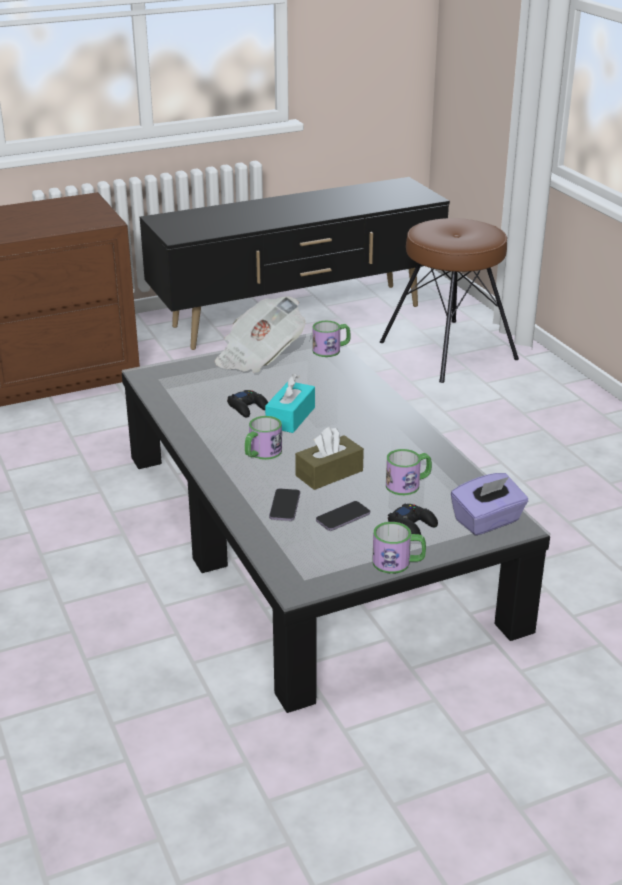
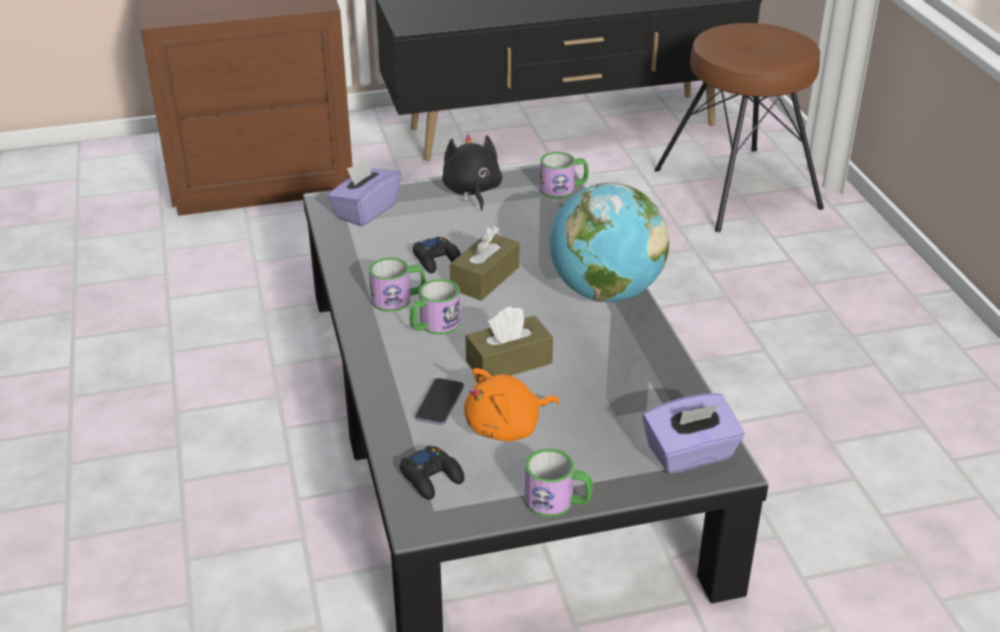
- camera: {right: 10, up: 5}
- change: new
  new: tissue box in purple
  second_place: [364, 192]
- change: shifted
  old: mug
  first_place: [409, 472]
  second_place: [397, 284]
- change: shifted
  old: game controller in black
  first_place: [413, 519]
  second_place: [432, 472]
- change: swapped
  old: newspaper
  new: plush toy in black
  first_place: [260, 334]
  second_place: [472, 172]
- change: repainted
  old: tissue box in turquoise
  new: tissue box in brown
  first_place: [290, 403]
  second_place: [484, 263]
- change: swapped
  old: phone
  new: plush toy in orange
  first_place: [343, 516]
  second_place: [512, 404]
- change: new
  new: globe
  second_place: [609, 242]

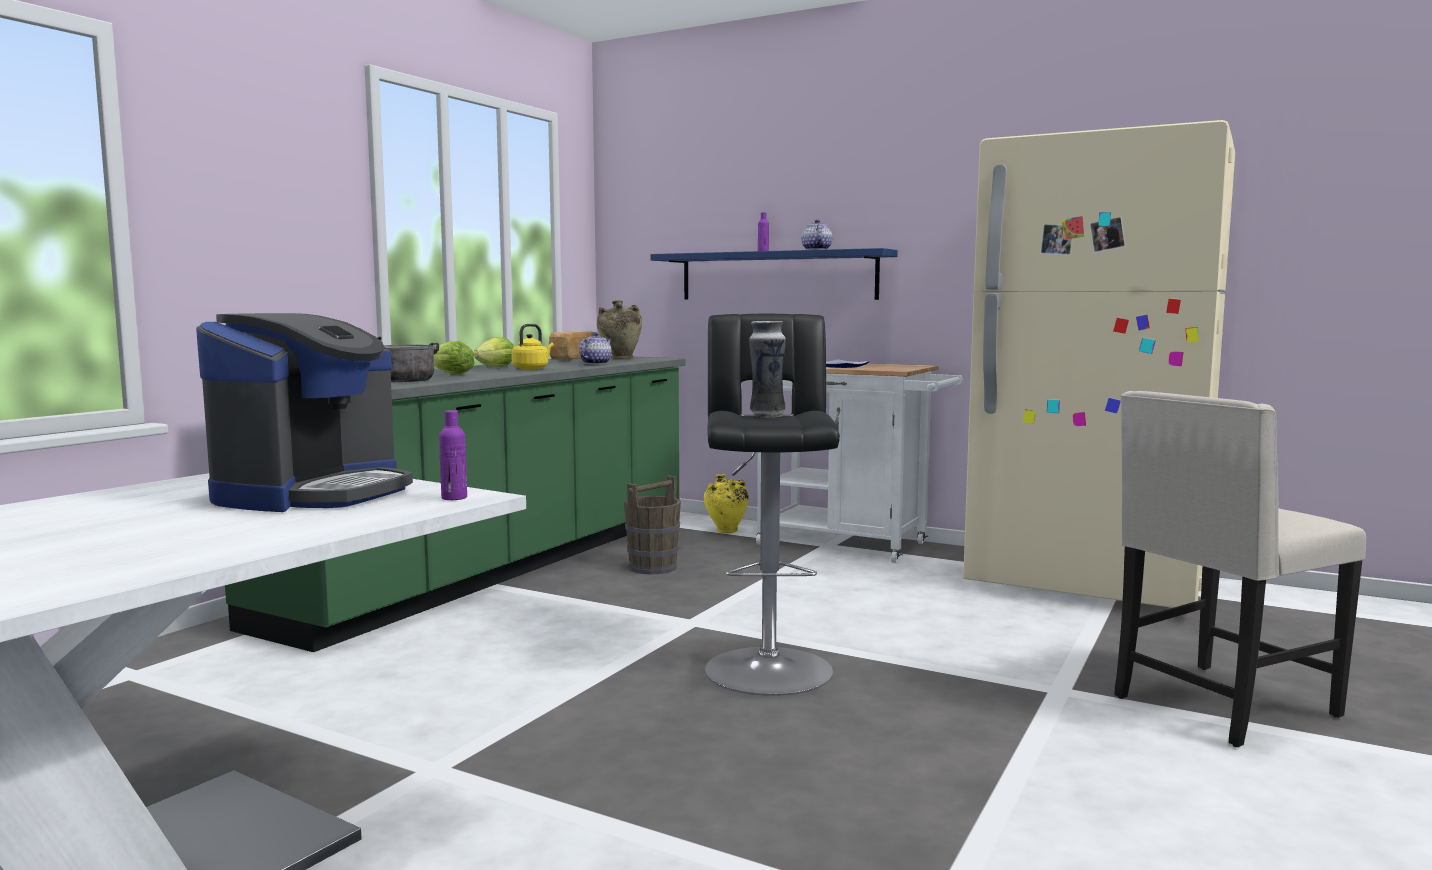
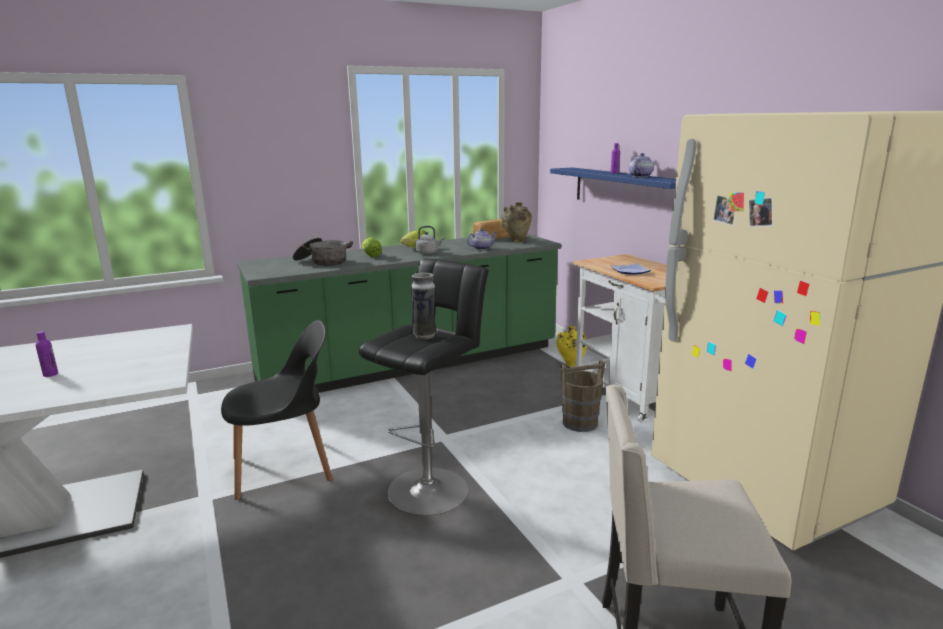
- camera: {right: 35, up: 10}
- change: shifted
  old: bottle in purple
  first_place: [453, 455]
  second_place: [47, 354]
- change: new
  new: chair in black
  second_place: [276, 410]
- change: repainted
  old: kettle in yellow
  new: kettle in grey
  first_place: [532, 347]
  second_place: [429, 240]
- change: shifted
  old: bucket in brown
  first_place: [652, 525]
  second_place: [582, 396]
- change: gone
  old: coffee machine
  first_place: [304, 412]

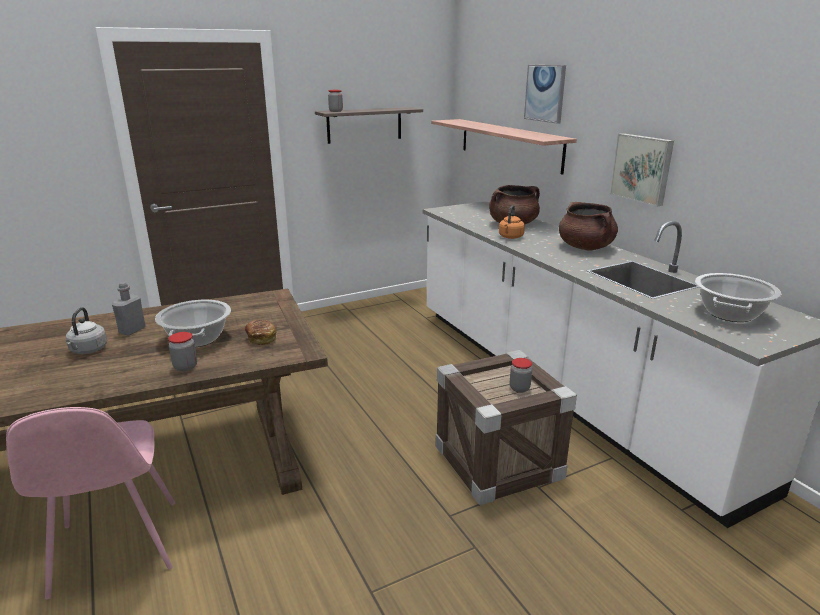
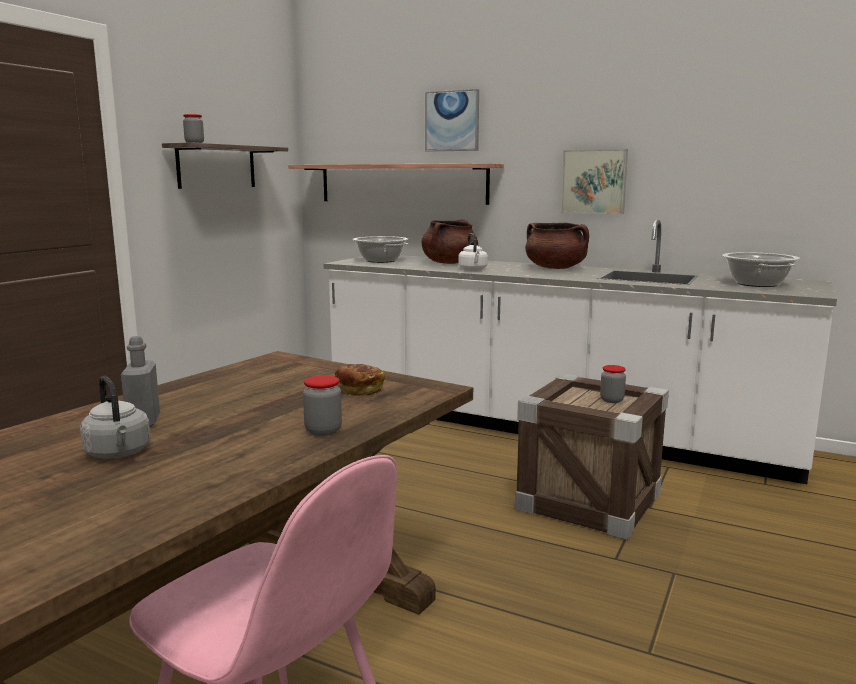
- camera: {right: -35, up: -10}
- change: shifted
  old: cooking pot
  first_place: [193, 323]
  second_place: [381, 249]
- change: repainted
  old: kettle in orange
  new: kettle in white
  first_place: [512, 222]
  second_place: [473, 252]

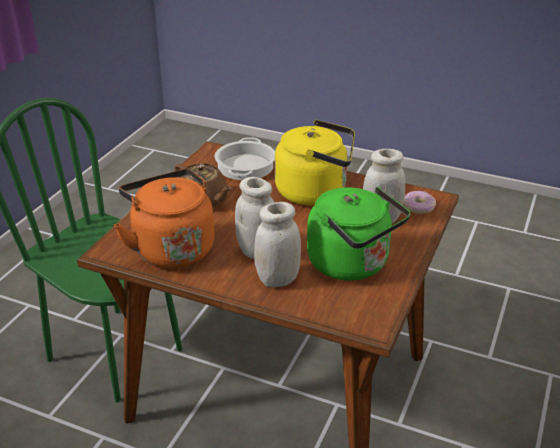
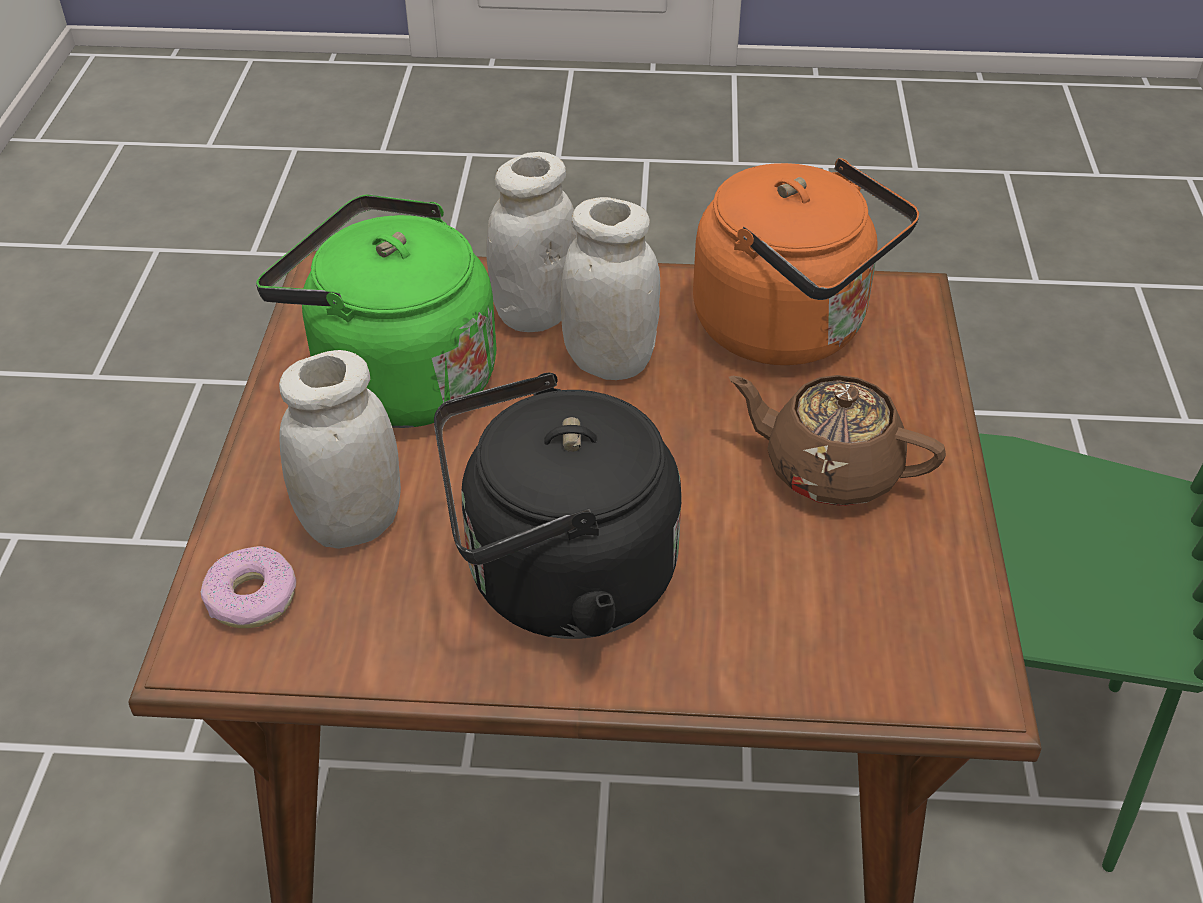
- camera: {right: 160, up: 10}
- change: repainted
  old: kettle in yellow
  new: kettle in black
  first_place: [315, 162]
  second_place: [558, 506]
- change: gone
  old: cooking pot
  first_place: [245, 158]

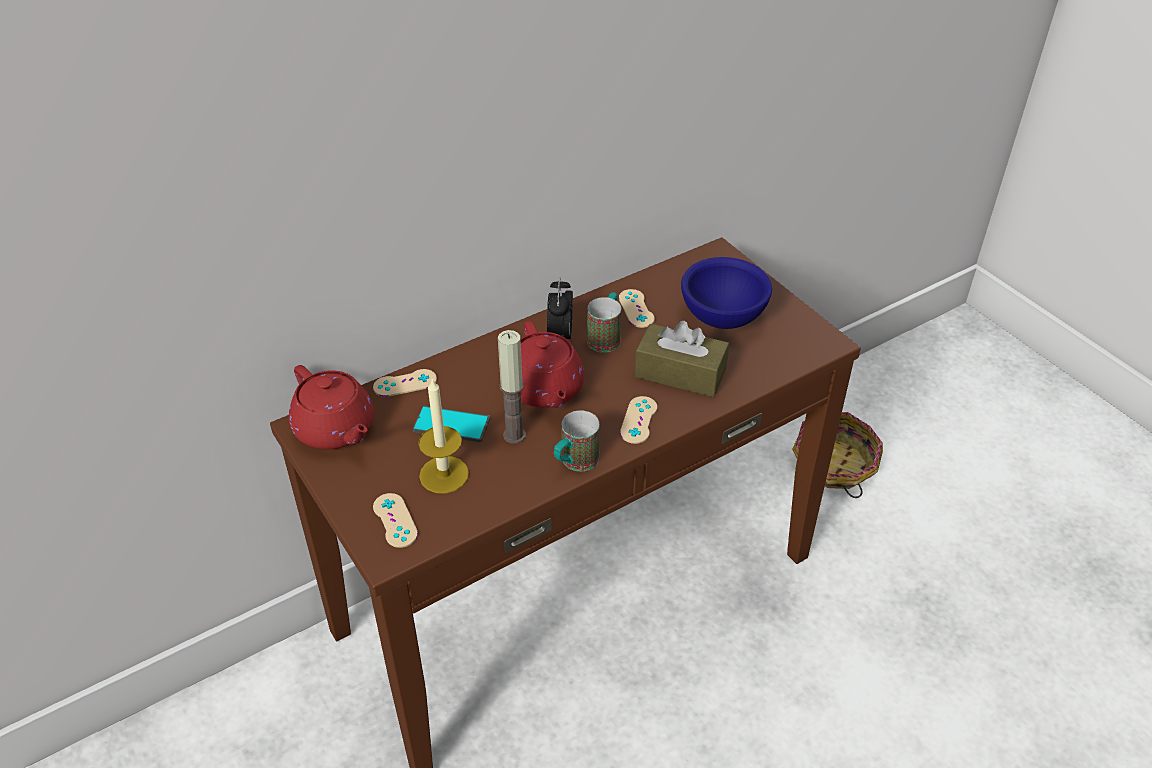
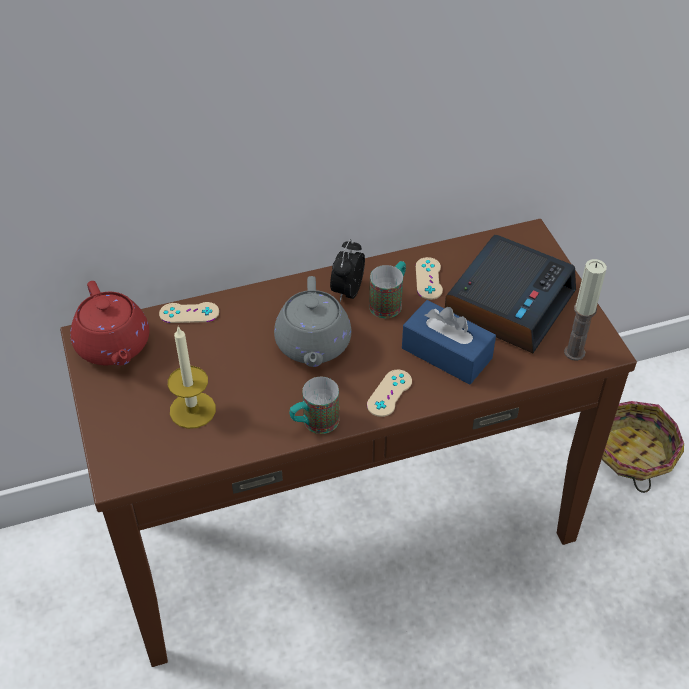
- camera: {right: 15, up: 5}
- change: repainted
  old: teapot in red
  new: teapot in grey
  first_place: [552, 364]
  second_place: [312, 321]
- change: repainted
  old: tissue box in brown
  new: tissue box in blue
  first_place: [682, 359]
  second_place: [449, 342]
- change: swapped
  old: bowl in blue
  new: alarm clock
  first_place: [726, 293]
  second_place: [510, 294]
- change: shifted
  old: candle
  first_place: [512, 387]
  second_place: [585, 310]
- change: gone
  old: game controller in beige
  first_place: [395, 520]
- change: gone
  old: phone
  first_place: [451, 424]

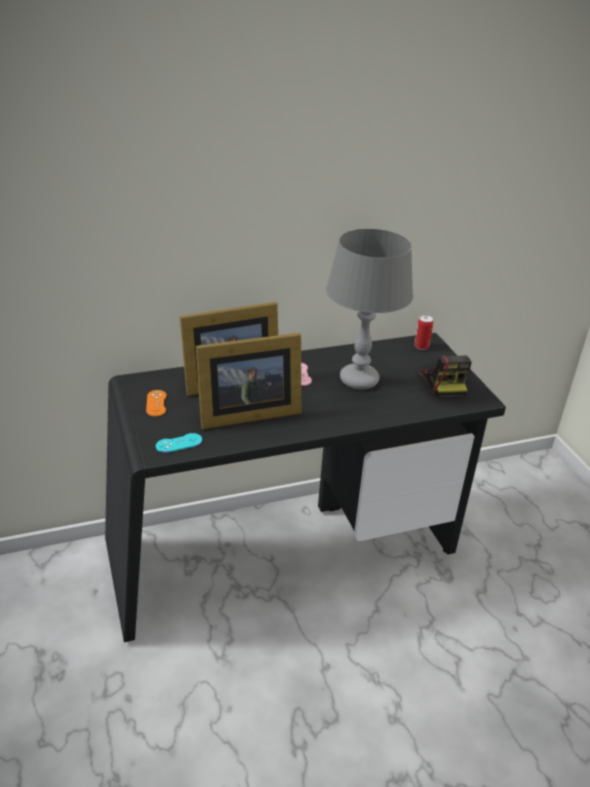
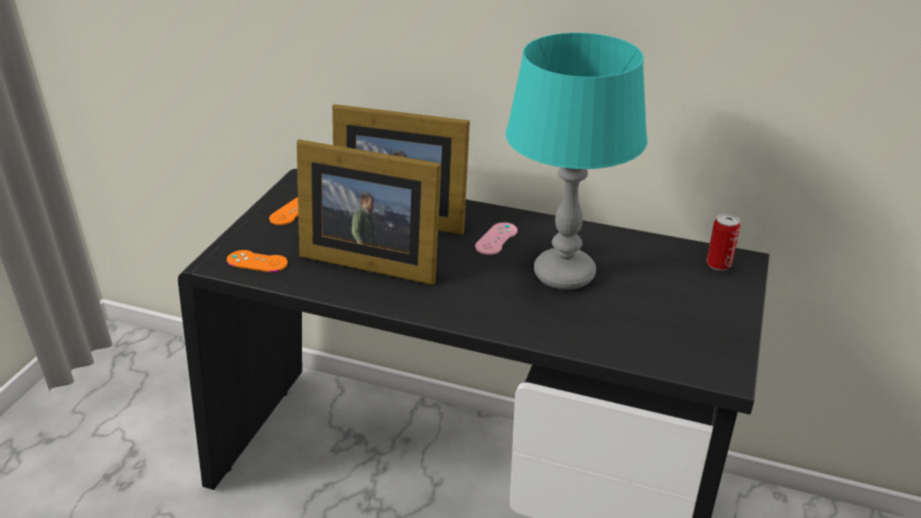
- camera: {right: 40, up: 0}
- change: repainted
  old: game controller in turquoise
  new: game controller in orange
  first_place: [179, 443]
  second_place: [257, 261]
- change: repainted
  old: table lamp in grey
  new: table lamp in turquoise
  first_place: [369, 309]
  second_place: [576, 161]
- change: gone
  old: photo camera
  first_place: [445, 377]

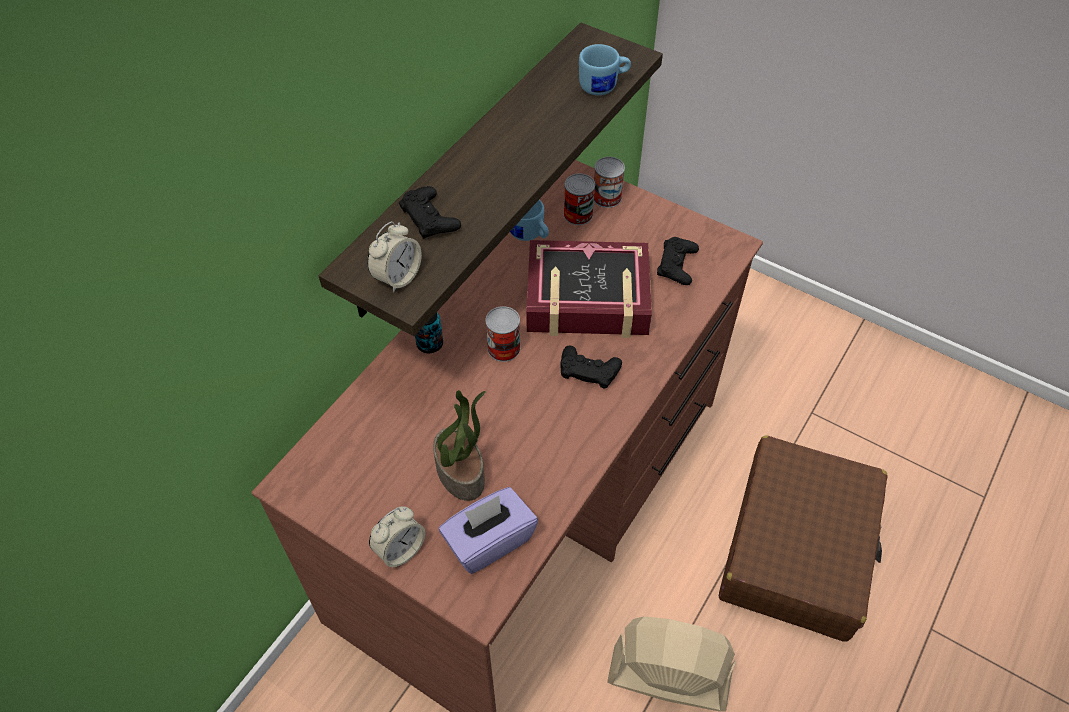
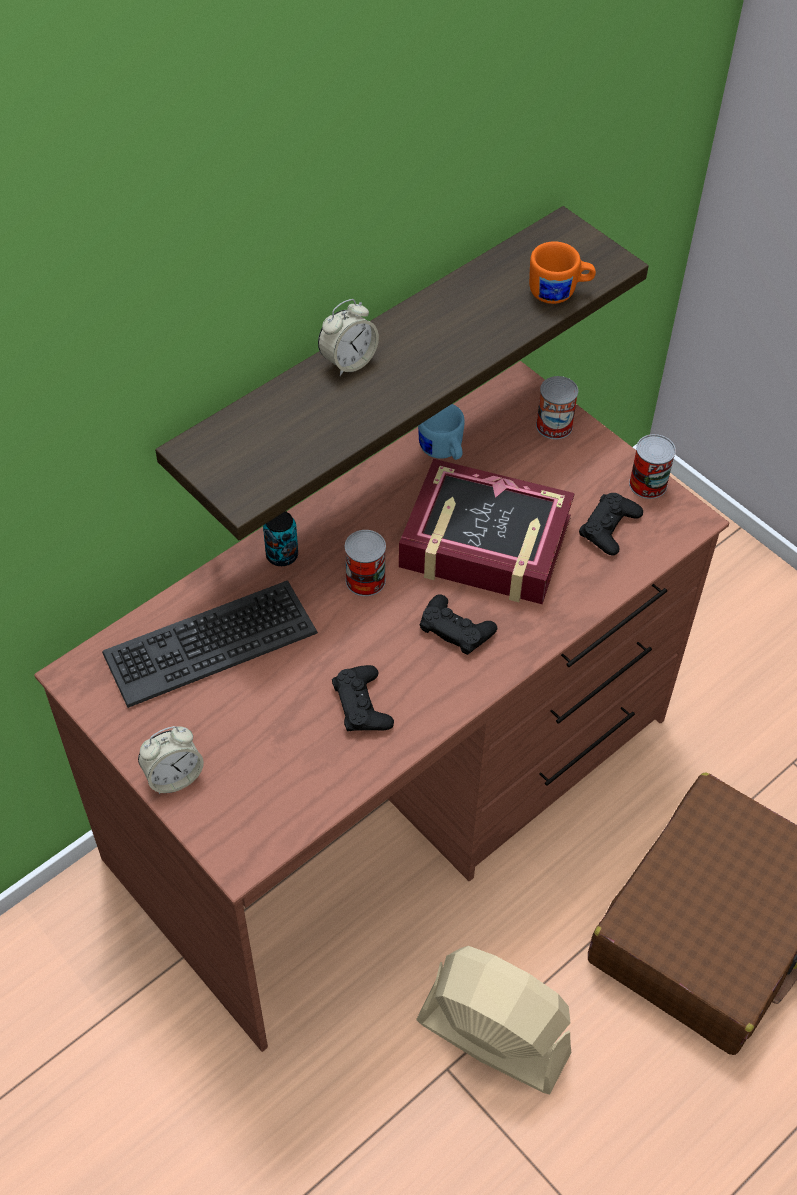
- camera: {right: 15, up: 0}
- change: new
  new: keyboard
  second_place: [210, 644]
- change: shifted
  old: alarm clock
  first_place: [394, 257]
  second_place: [348, 337]
- change: shifted
  old: game controller in black
  first_place: [430, 212]
  second_place: [363, 698]
- change: repainted
  old: mug in blue
  new: mug in orange
  first_place: [605, 69]
  second_place: [562, 272]
- change: shifted
  old: can
  first_place: [579, 199]
  second_place: [652, 466]
- change: gone
  old: potted plant
  first_place: [459, 445]
- change: gone
  old: tissue box in purple
  first_place: [488, 530]

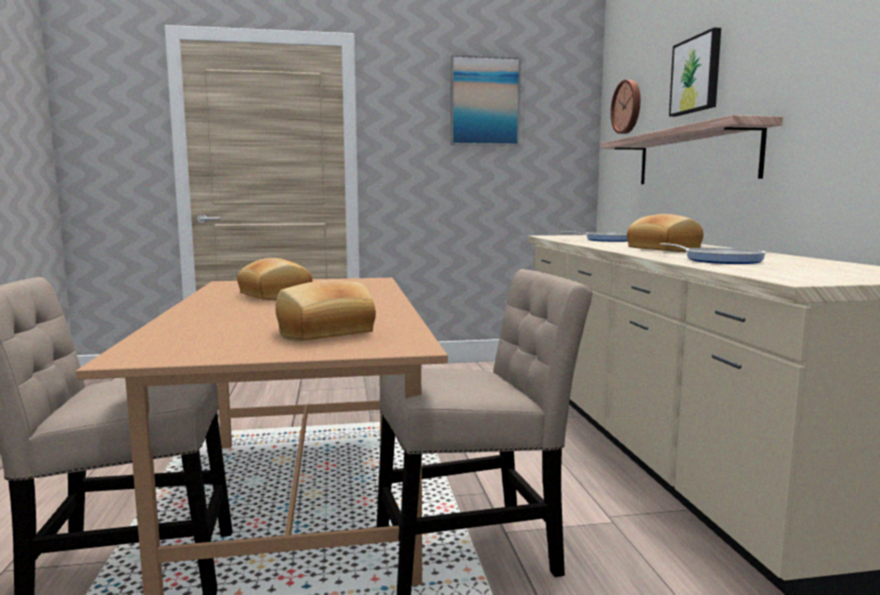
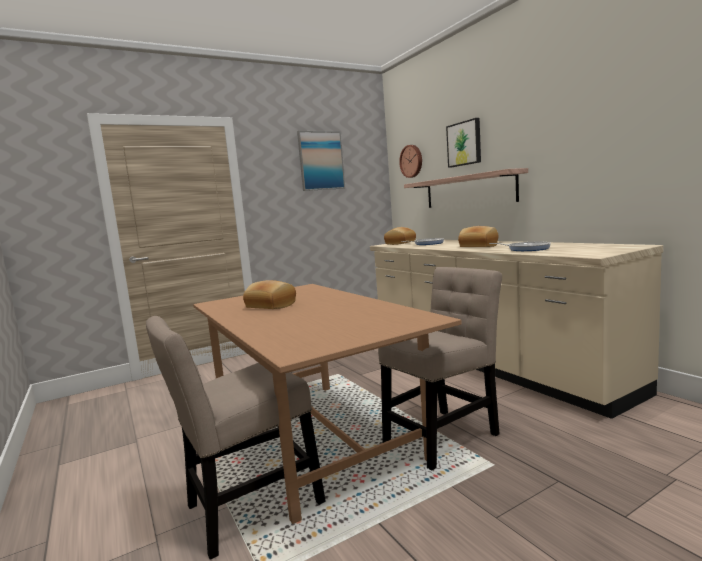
- camera: {right: -20, up: 0}
- change: shifted
  old: bread
  first_place: [325, 310]
  second_place: [400, 236]

